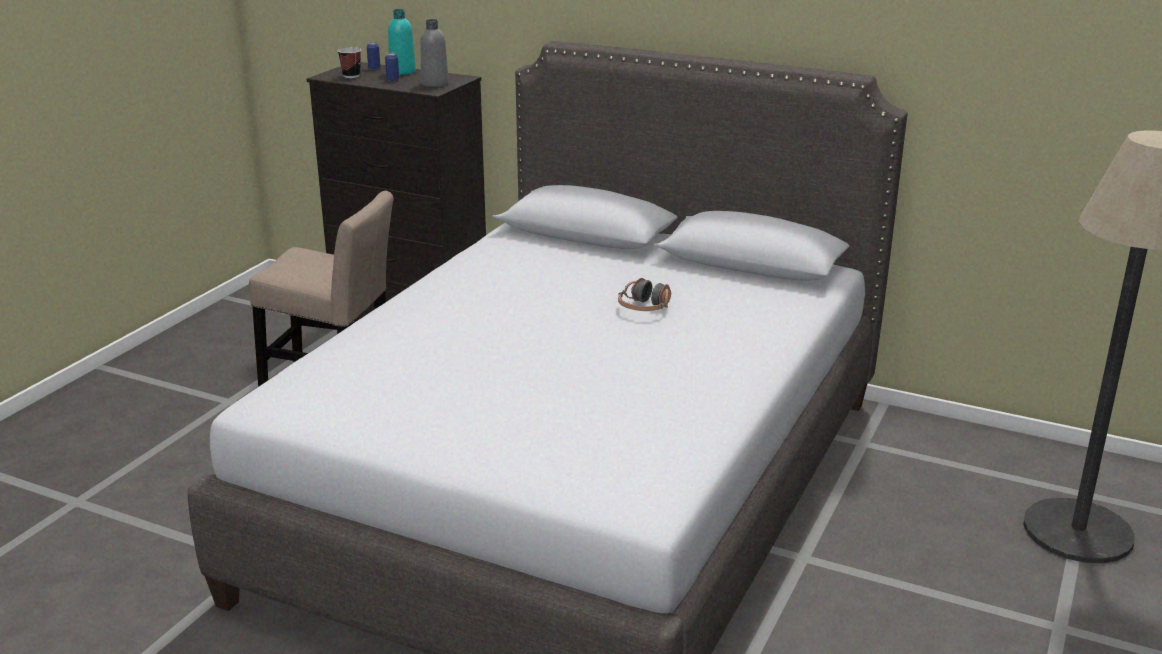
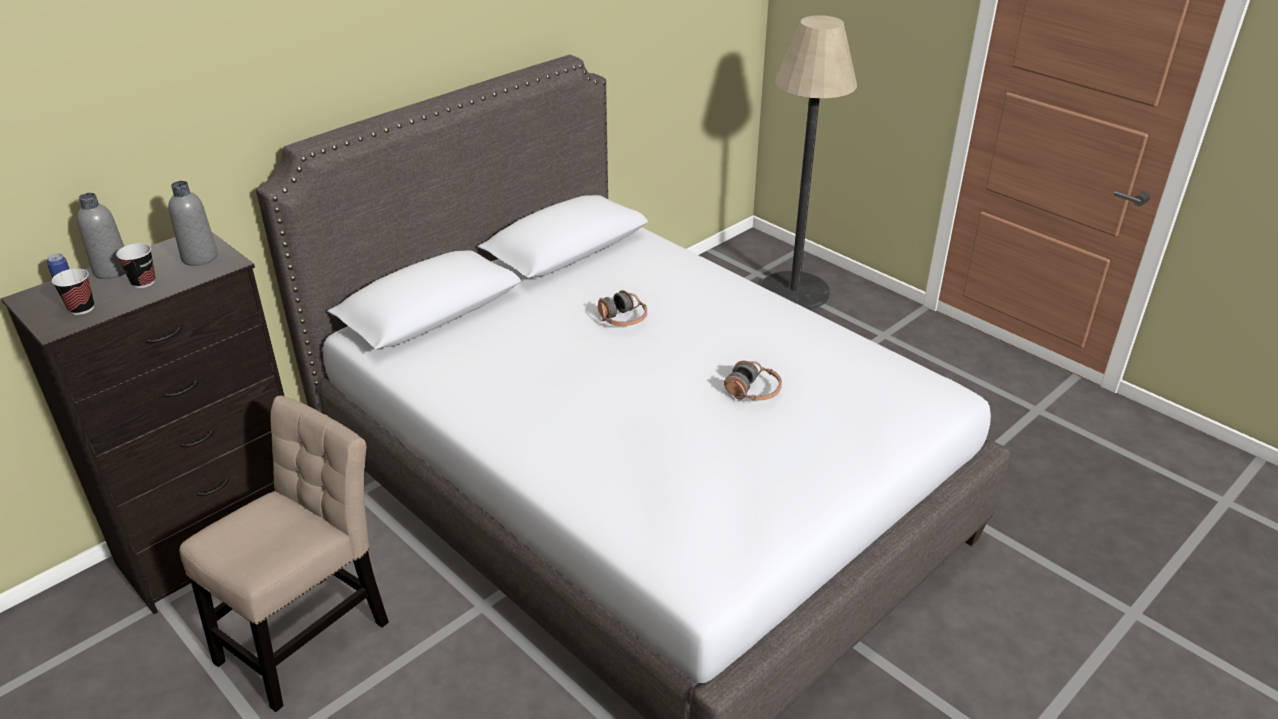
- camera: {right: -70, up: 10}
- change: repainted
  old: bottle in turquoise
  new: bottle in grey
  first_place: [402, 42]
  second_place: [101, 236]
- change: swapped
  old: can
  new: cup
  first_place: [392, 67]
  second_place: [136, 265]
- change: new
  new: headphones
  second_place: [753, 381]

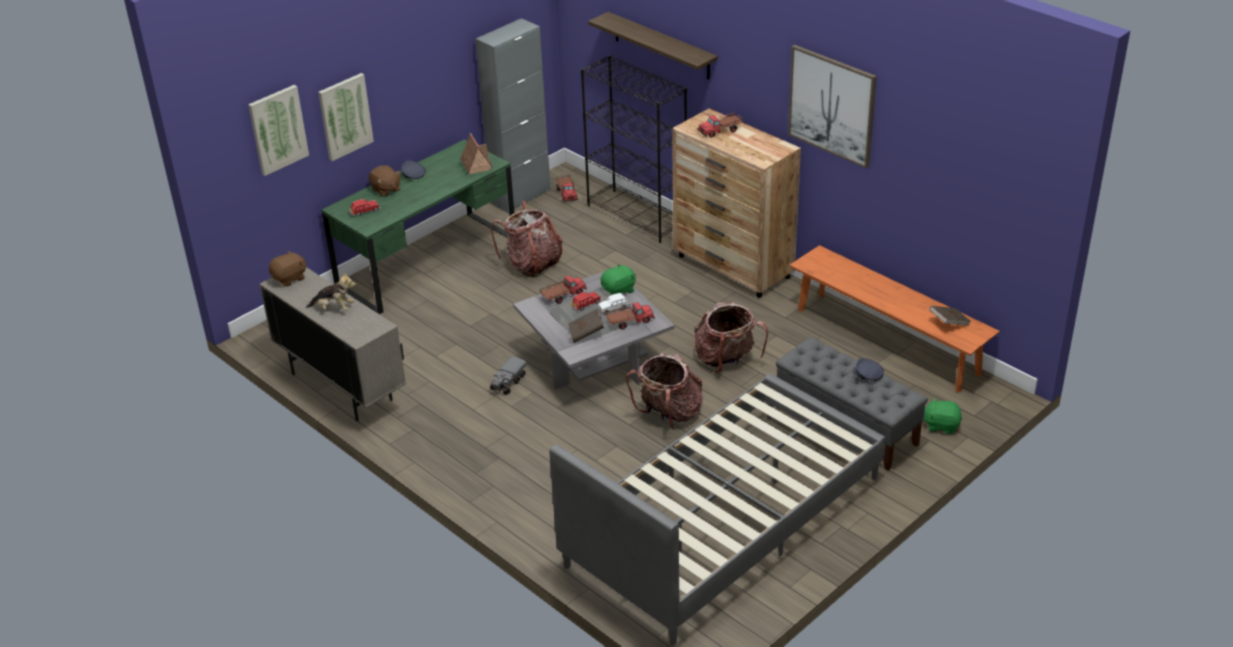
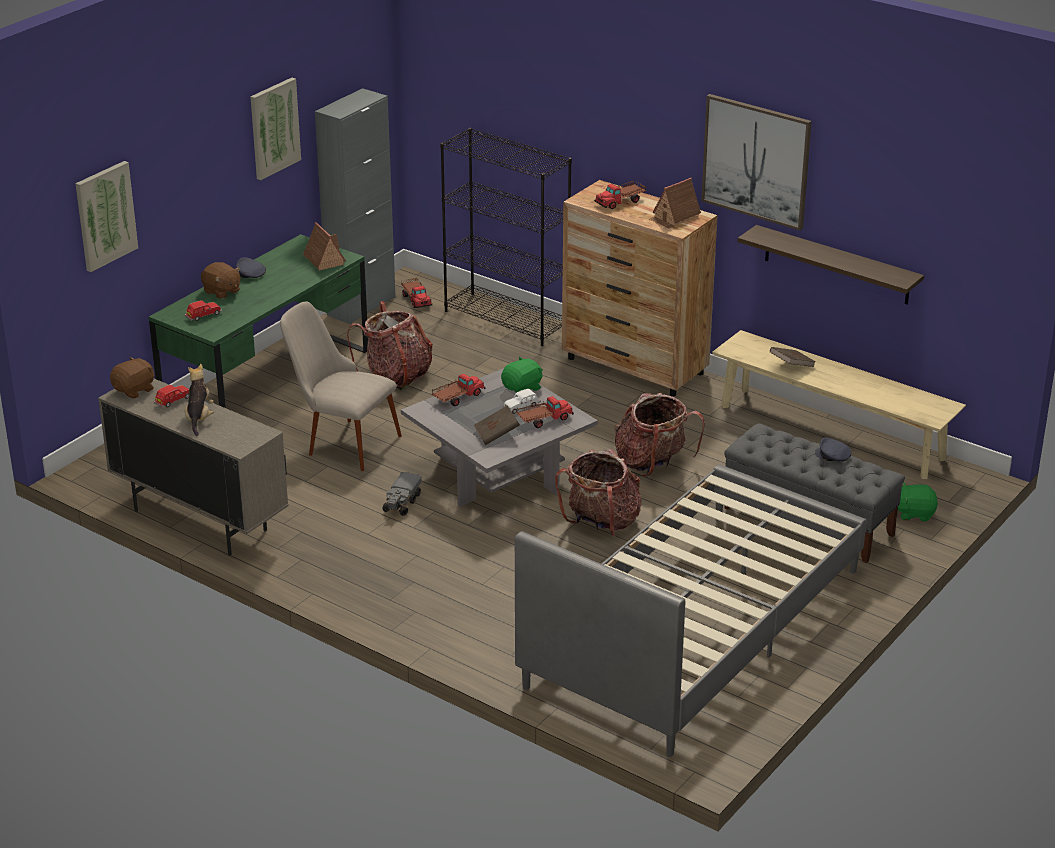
- camera: {right: -10, up: -5}
- change: shifted
  old: toy car in red
  first_place: [586, 301]
  second_place: [171, 396]
- change: rotated
  old: plush toy
  first_place: [331, 291]
  second_place: [199, 400]
  degrees: -90
- change: shifted
  old: picture
  first_place: [346, 117]
  second_place: [275, 129]
- change: new
  new: chair in beige
  second_place: [341, 386]
- change: new
  new: toy house
  second_place: [675, 203]
- change: repainted
  old: bench in orange
  new: bench in beige
  first_place: [895, 318]
  second_place: [839, 404]
- change: shifted
  old: shelf
  first_place: [653, 45]
  second_place: [830, 265]
- change: shifted
  old: book in brown
  first_place: [950, 316]
  second_place: [793, 357]

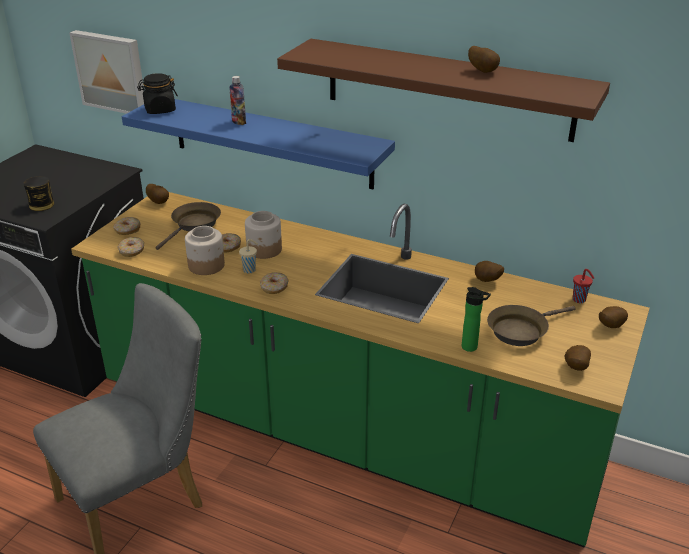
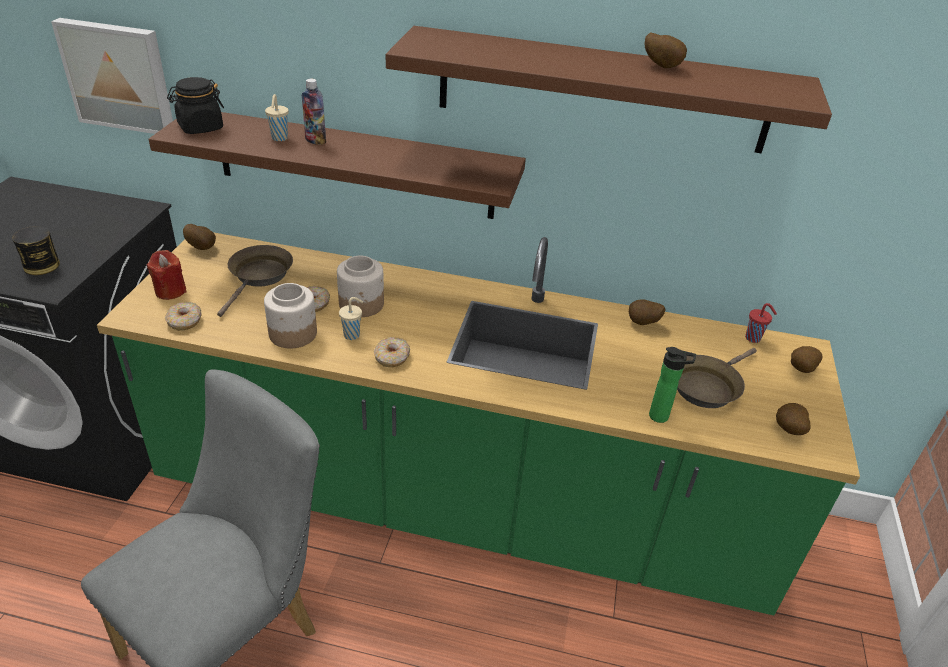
- camera: {right: -15, up: 5}
- change: swapped
  old: donut
  new: candle in red
  first_place: [127, 226]
  second_place: [167, 275]
- change: repainted
  old: shelf in blue
  new: shelf in brown
  first_place: [258, 144]
  second_place: [337, 165]
- change: new
  new: cup in beige
  second_place: [277, 117]

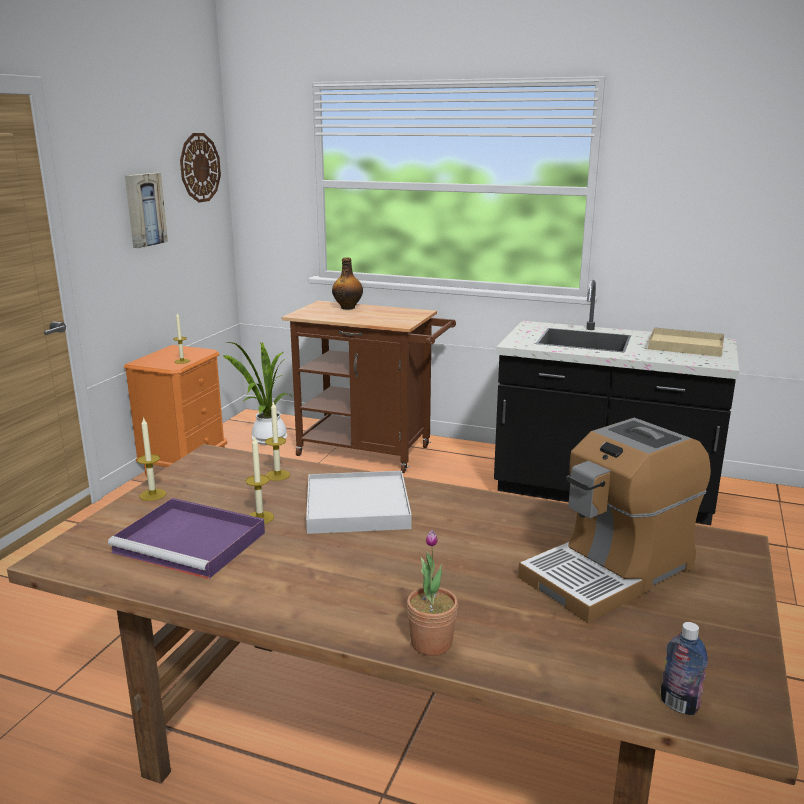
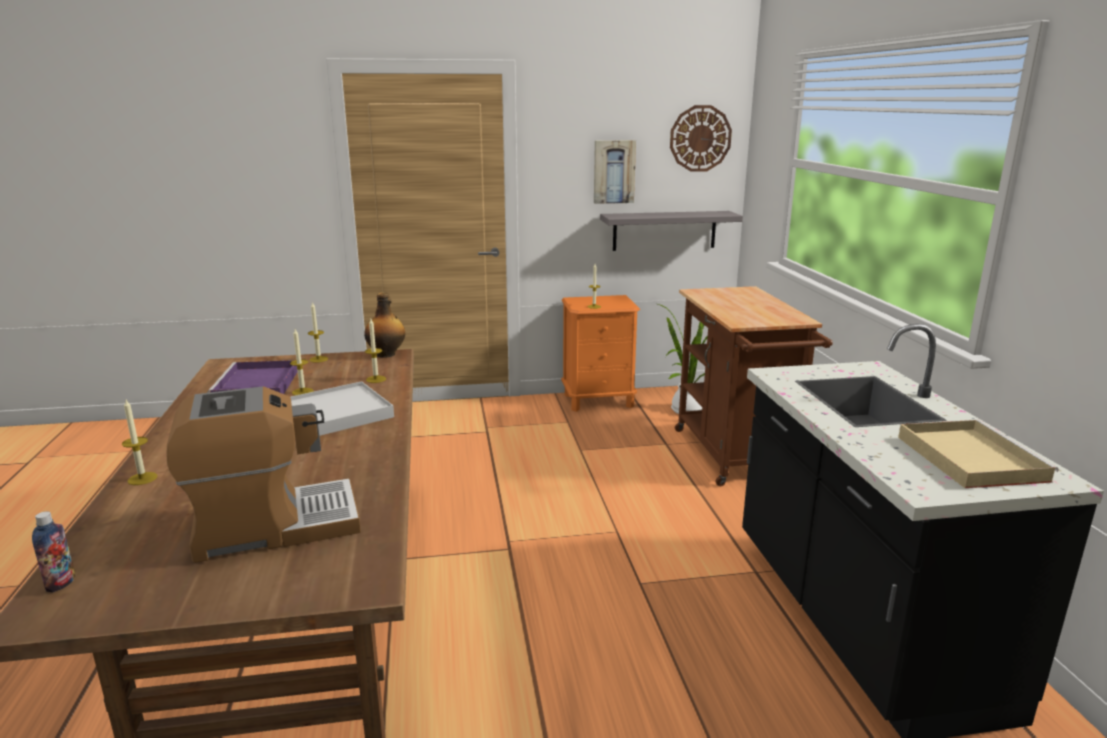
- camera: {right: 60, up: 0}
- change: swapped
  old: potted plant
  new: candle
  first_place: [432, 593]
  second_place: [139, 442]
- change: rotated
  old: coffee machine
  first_place: [614, 520]
  second_place: [263, 474]
  degrees: 135
- change: shifted
  old: bottle
  first_place: [347, 283]
  second_place: [384, 325]
- change: new
  new: shelf in grey
  second_place: [671, 231]

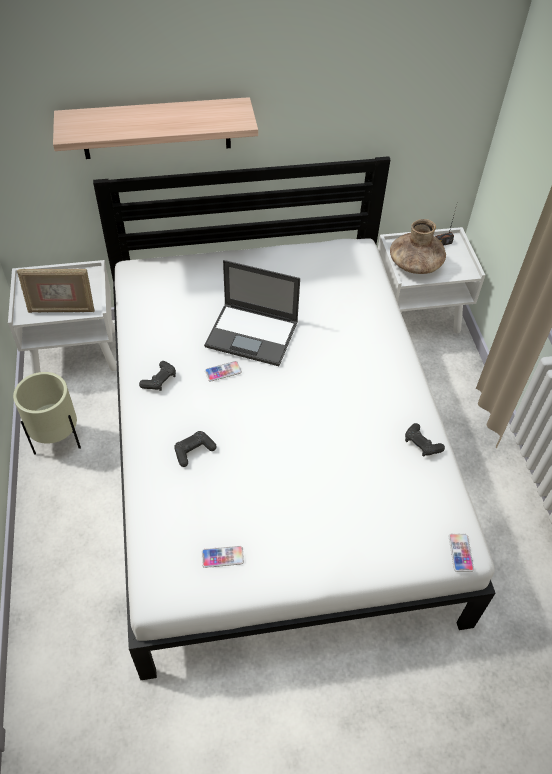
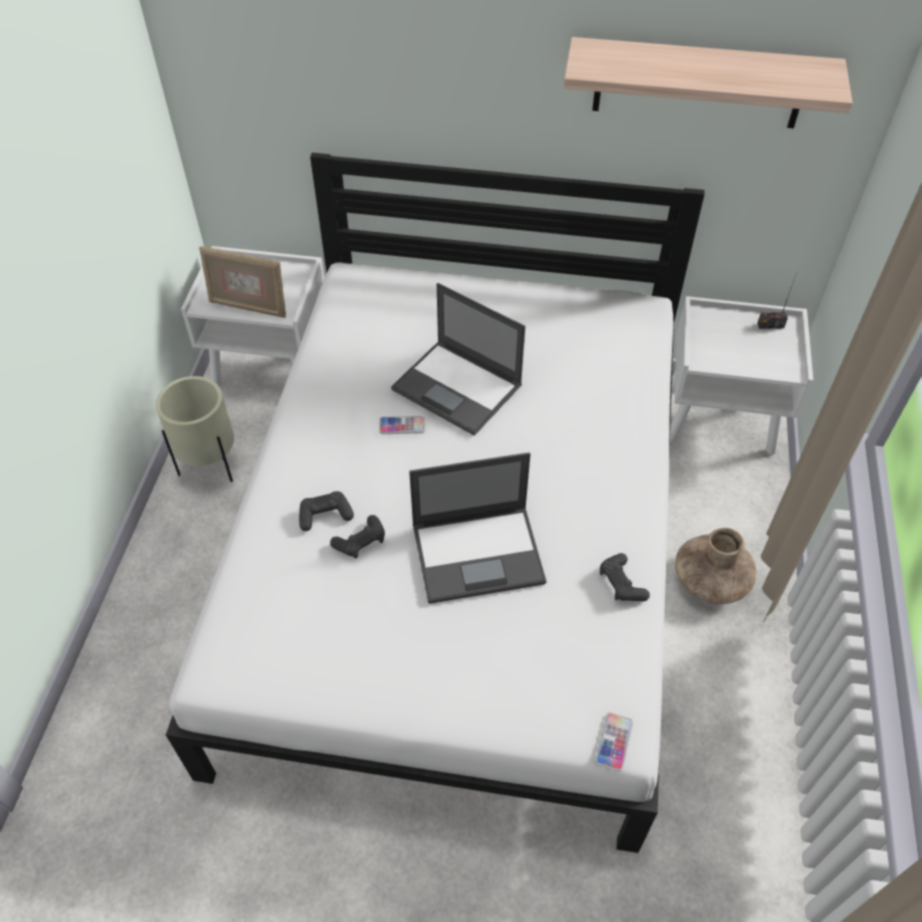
- camera: {right: 20, up: 0}
- change: shifted
  old: game controller in black
  first_place: [157, 376]
  second_place: [357, 537]
- change: new
  new: laptop
  second_place: [478, 528]
- change: shifted
  old: shelf
  first_place: [155, 128]
  second_place: [708, 82]
- change: shifted
  old: vase in brown
  first_place: [418, 246]
  second_place: [715, 566]
- change: gone
  old: phone
  first_place: [223, 557]

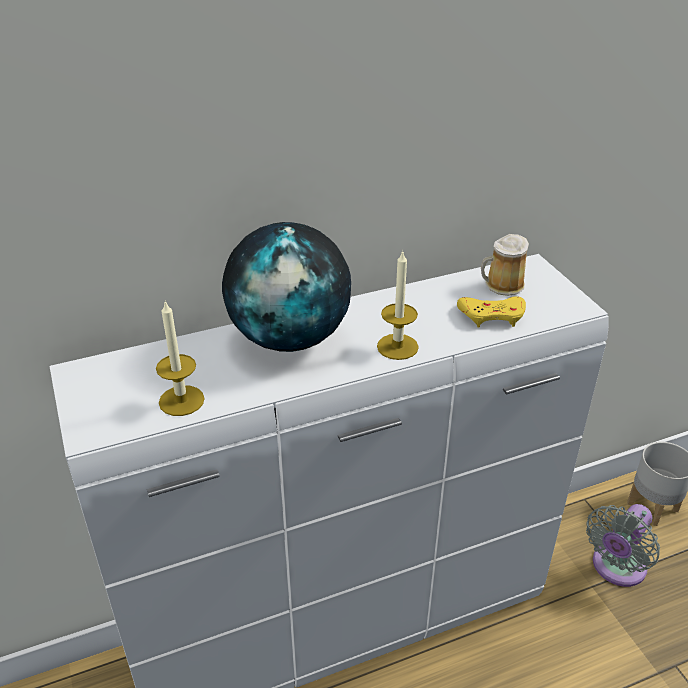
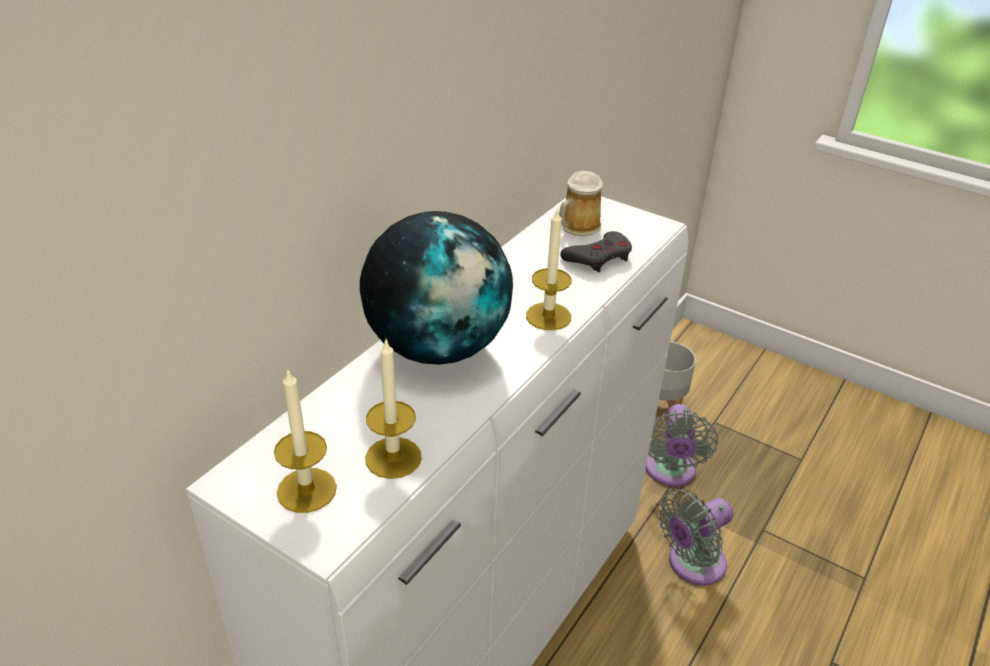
- camera: {right: -35, up: 0}
- change: new
  new: candle
  second_place: [305, 440]
- change: repainted
  old: game controller in yellow
  new: game controller in grey
  first_place: [491, 311]
  second_place: [596, 251]
- change: new
  new: fan in grey
  second_place: [695, 537]

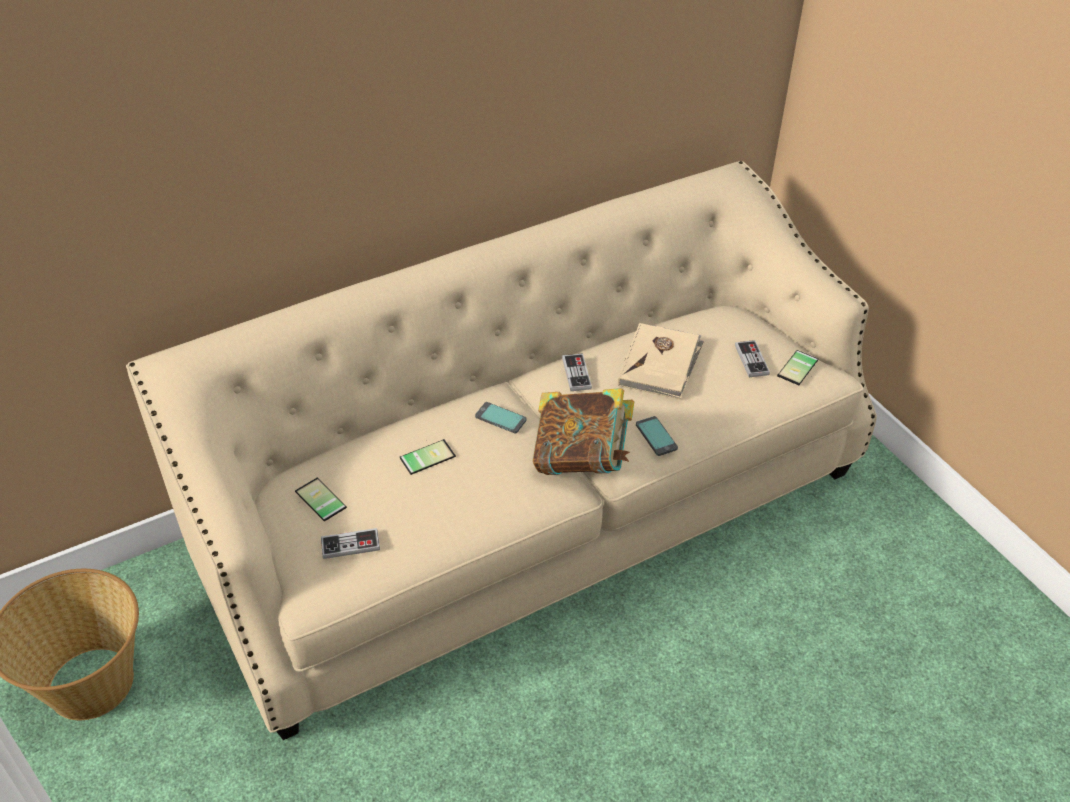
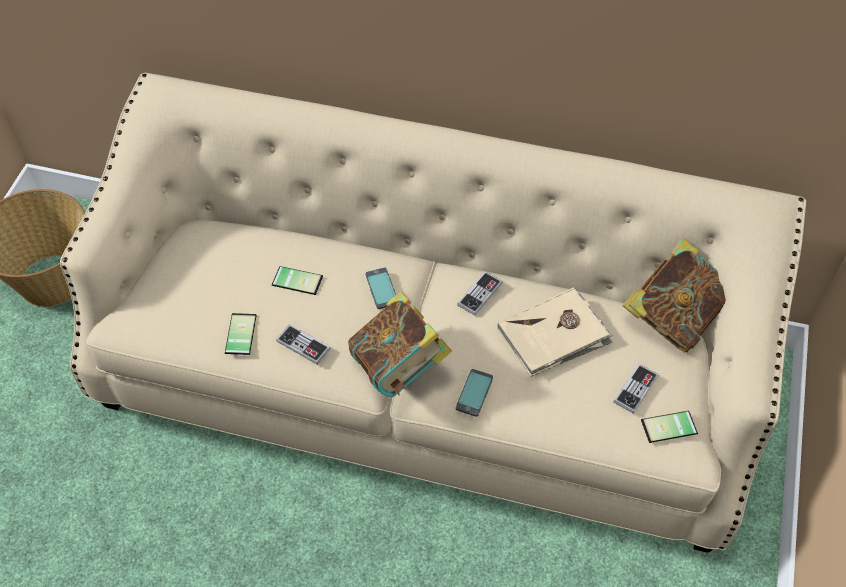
- camera: {right: 45, up: 10}
- change: shifted
  old: phone
  first_place: [321, 499]
  second_place: [241, 334]
- change: shifted
  old: game controller
  first_place: [350, 543]
  second_place: [303, 344]
- change: new
  new: book
  second_place: [674, 295]

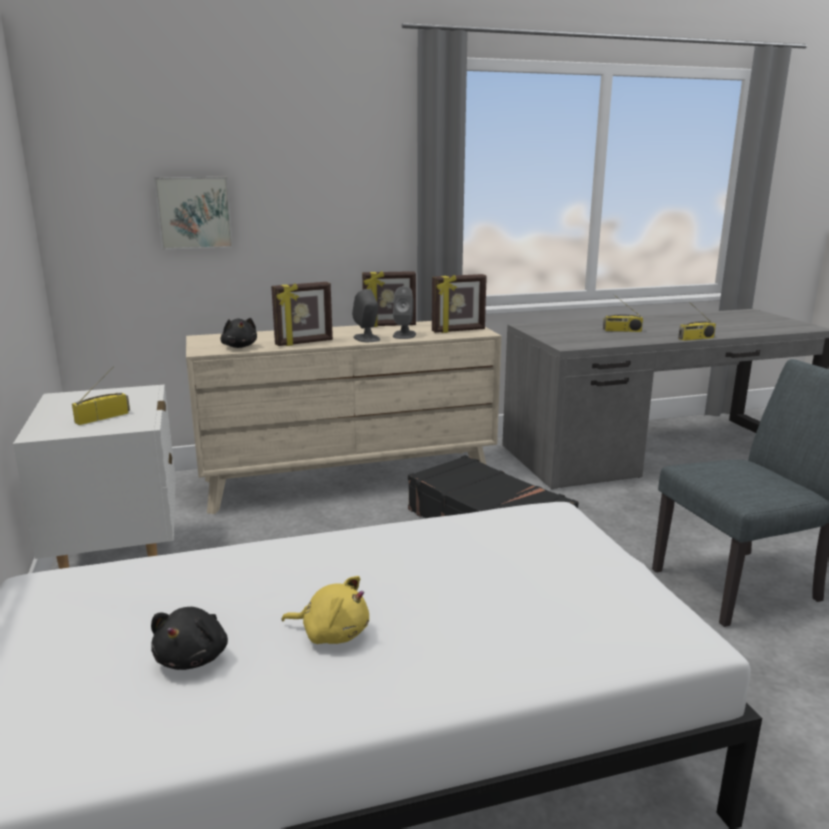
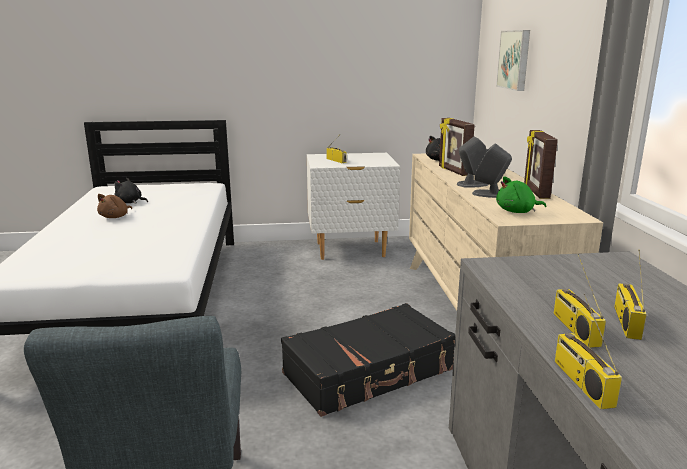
- camera: {right: 100, up: 0}
- change: repainted
  old: plush toy in yellow
  new: plush toy in brown
  first_place: [325, 610]
  second_place: [114, 206]
- change: swapped
  old: picture frame
  new: plush toy in green
  first_place: [459, 303]
  second_place: [521, 194]
- change: new
  new: radio
  second_place: [580, 301]

